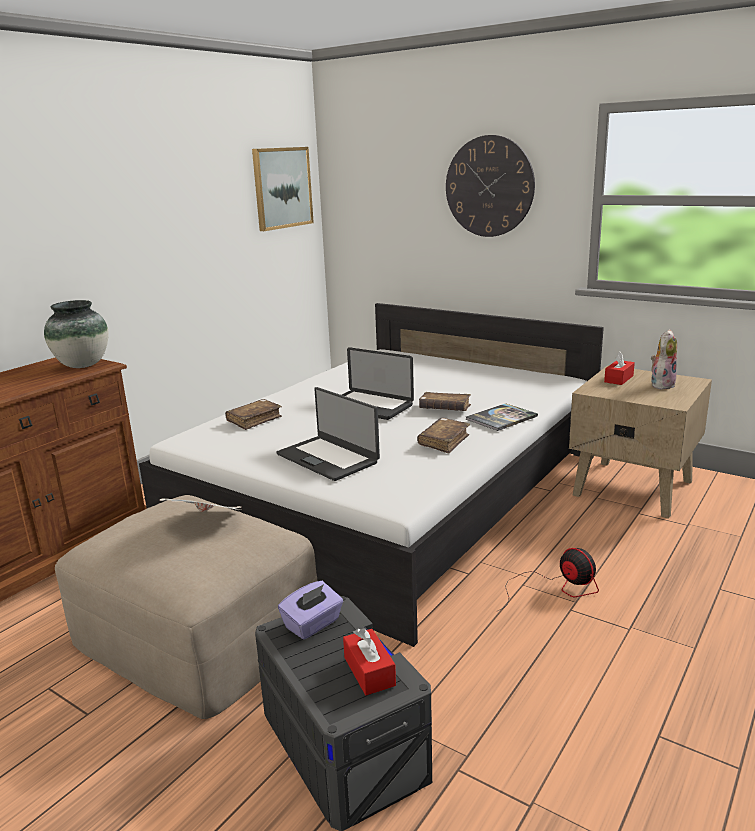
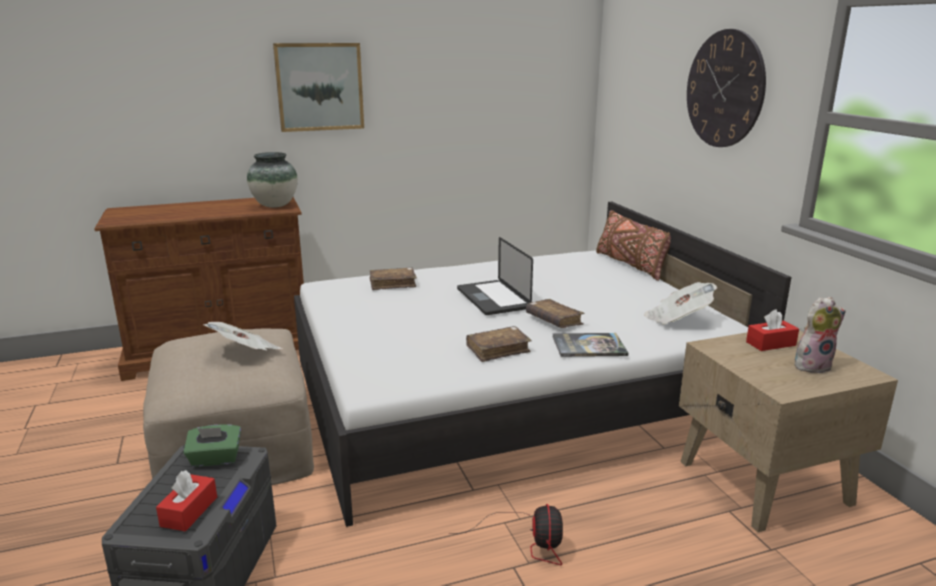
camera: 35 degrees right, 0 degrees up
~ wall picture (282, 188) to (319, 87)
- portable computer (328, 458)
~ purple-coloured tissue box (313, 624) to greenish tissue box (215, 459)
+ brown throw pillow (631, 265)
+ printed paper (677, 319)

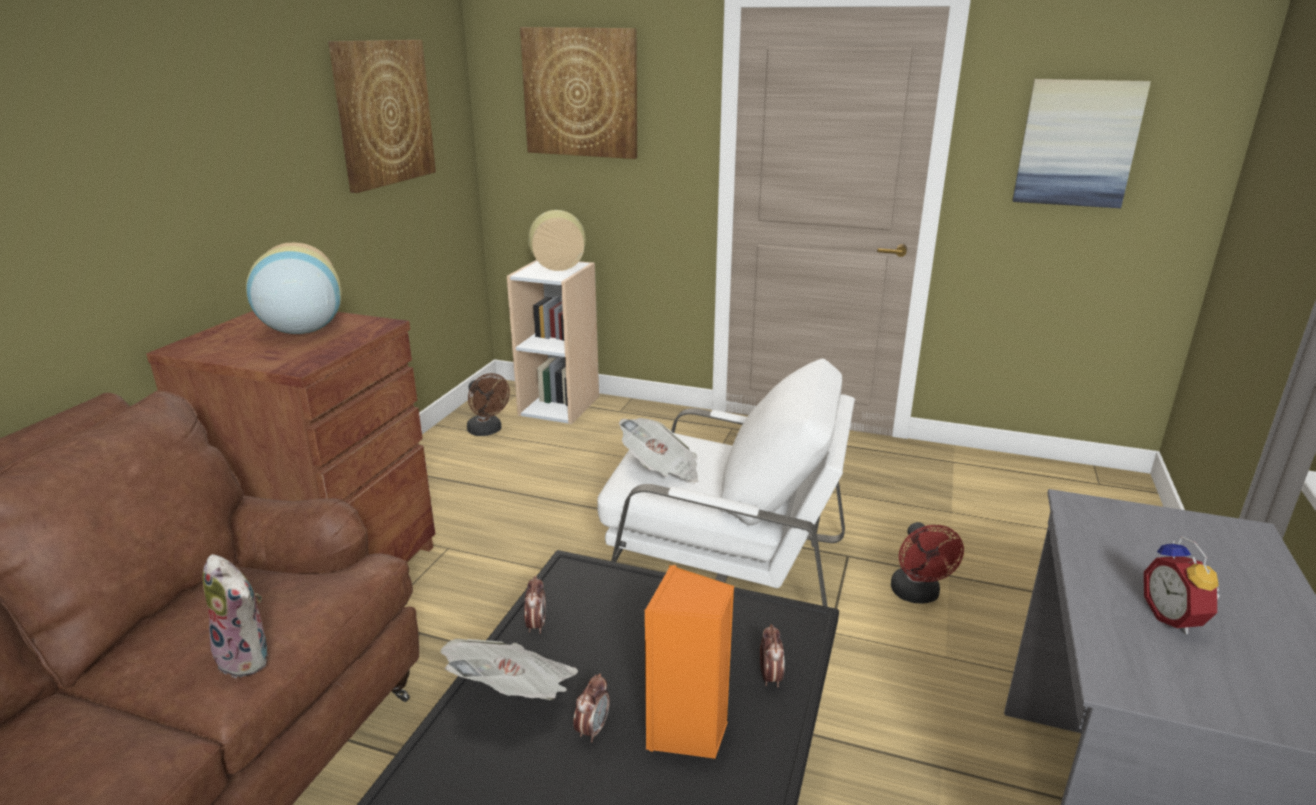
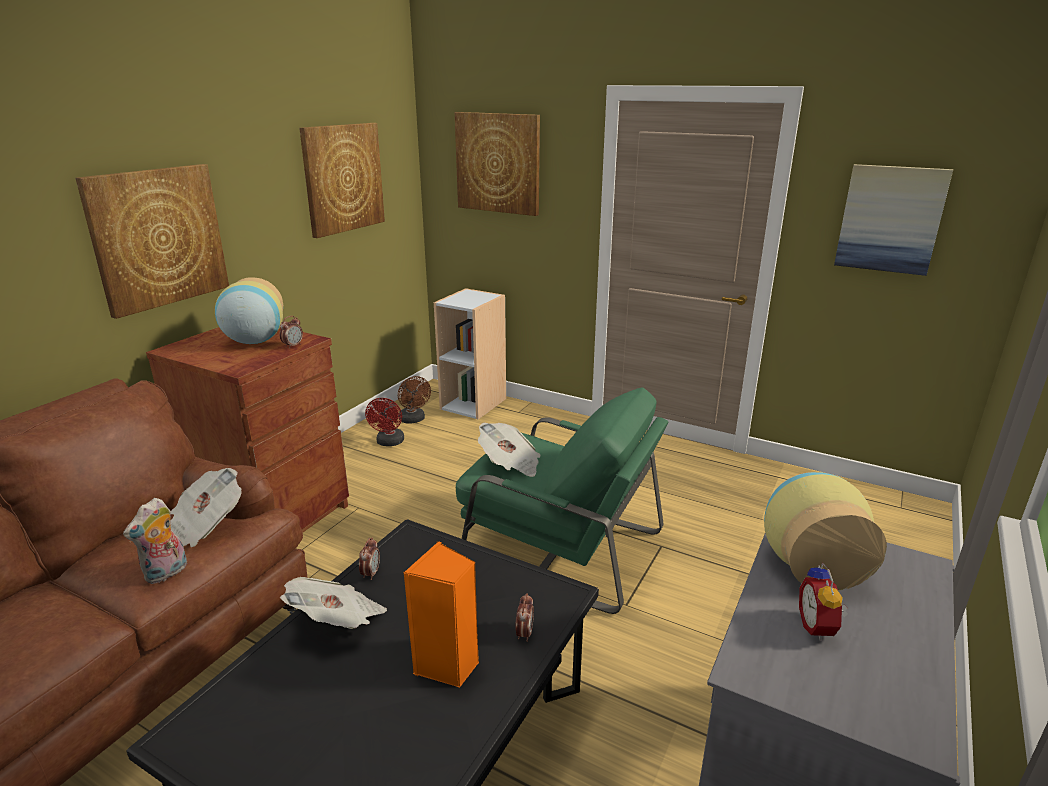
camera: 10 degrees right, 0 degrees up
~ vase (558, 266) to (809, 564)
~ white-coloured easy chair (725, 570) to greenish easy chair (560, 546)
~ red-coloured electric fan (917, 595) to (389, 443)
~ plush toy (248, 657) = (166, 573) 75 degrees clockwise
~ alarm clock (592, 729) to (293, 346)
+ wall picture (158, 237)
+ printed paper (203, 526)

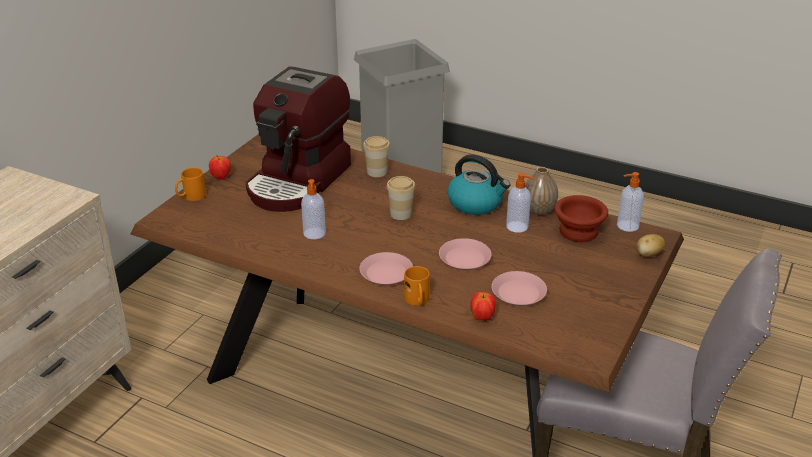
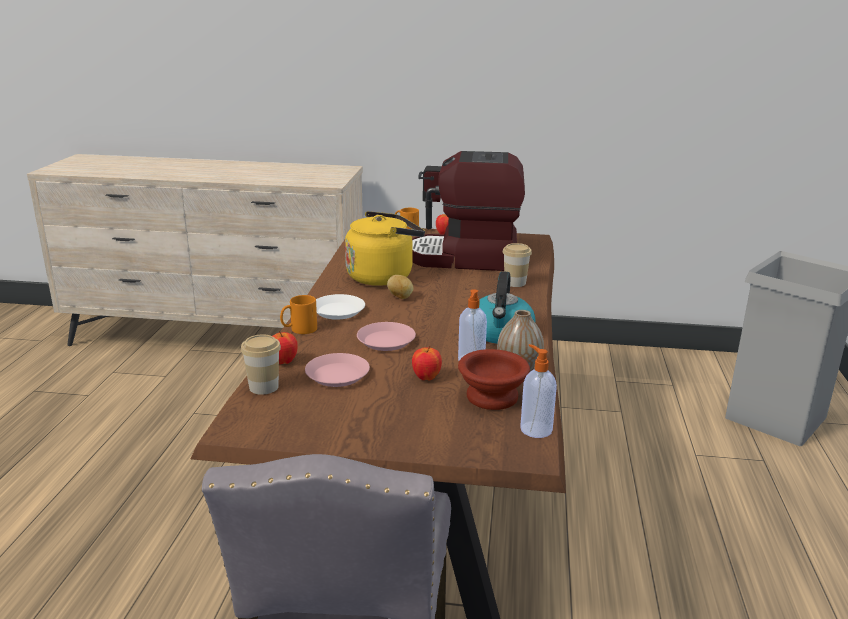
camera: 70 degrees right, 10 degrees down
~ cup (401, 214) to (264, 387)
~ liquid soap bottle (314, 234) to yellow water kettle (383, 276)
~ spud (648, 255) to (401, 297)
~ pink-coloured dinner plate (386, 273) to white-coloured dinner plate (338, 311)
+ apple fruit (426, 378)

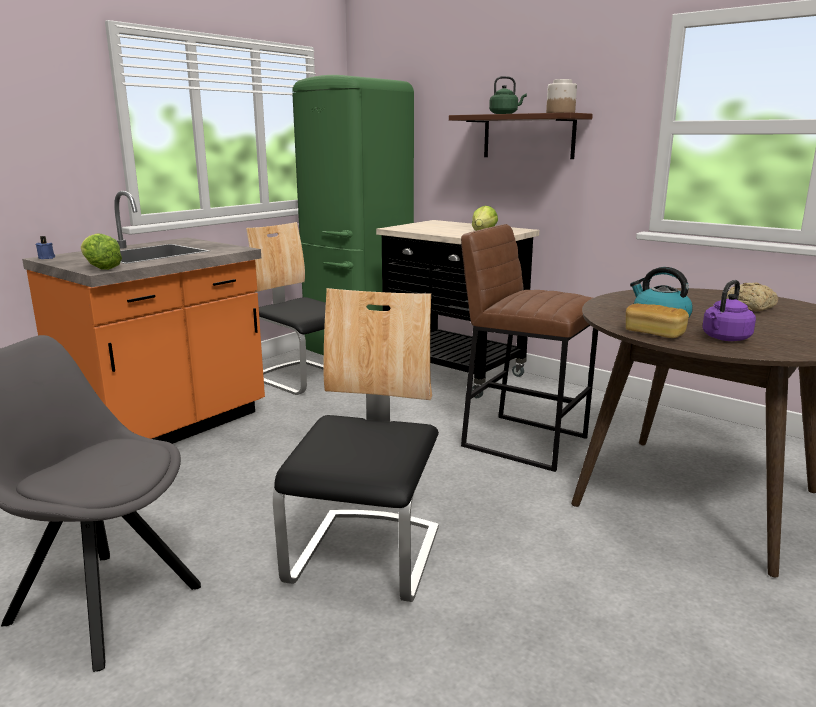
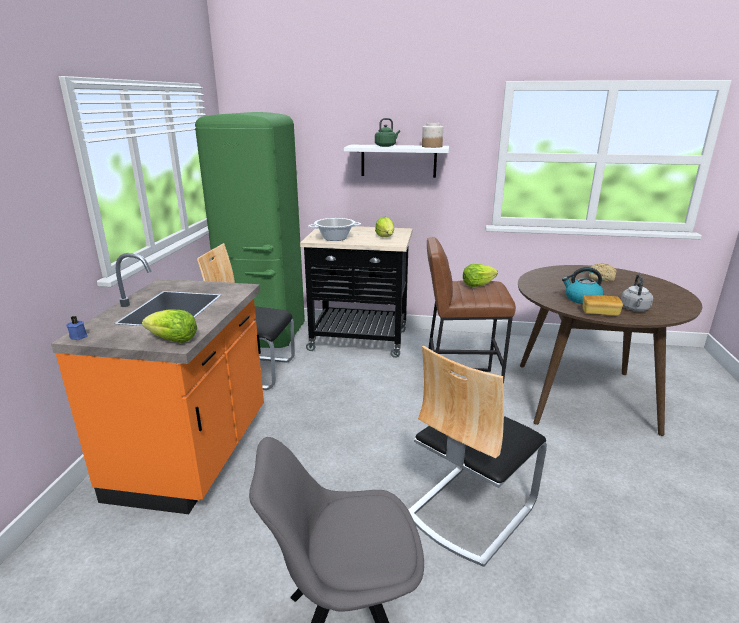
camera: 30 degrees left, 5 degrees up
~ brown bracket shelf (528, 136) to white-coloured bracket shelf (398, 161)
~ purple-coloured water kettle (724, 338) to grey water kettle (634, 309)
~ upright chair (367, 556) = (470, 509) 120 degrees counterclockwise
+ stockpot (335, 238)
+ head of lettuce (477, 285)

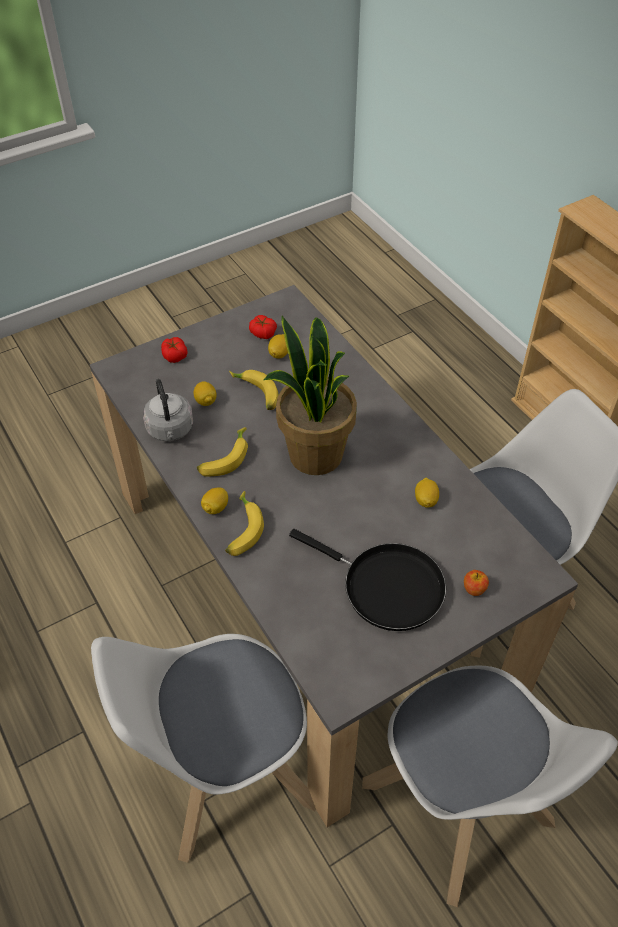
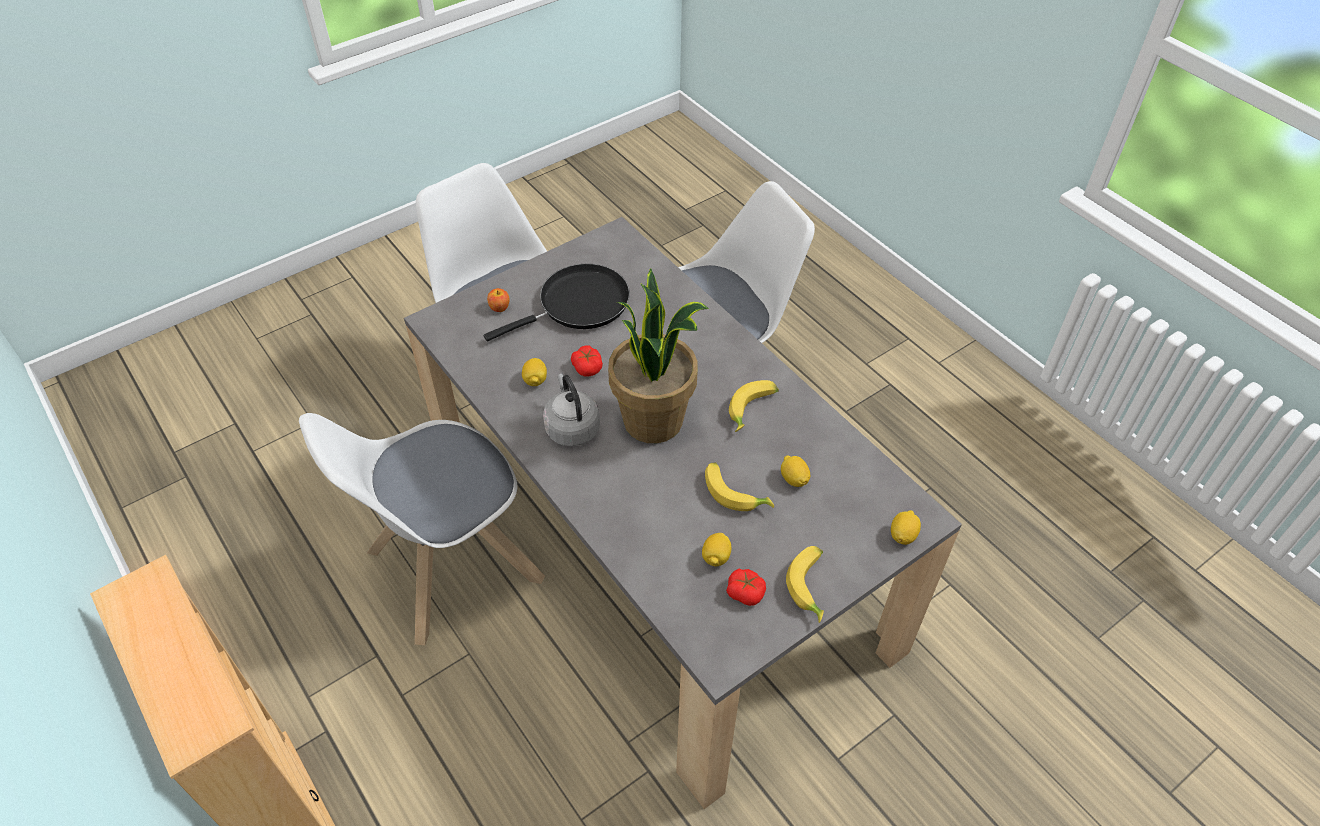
camera: 175 degrees right, 0 degrees up
~ fresh tomato (174, 355) to (587, 367)
~ grey water kettle (170, 430) to (571, 427)
~ whole lemon (215, 508) to (903, 535)
~ whole banana (241, 530) to (811, 587)
~ blackish skillet (386, 587) = (578, 304) 120 degrees clockwise

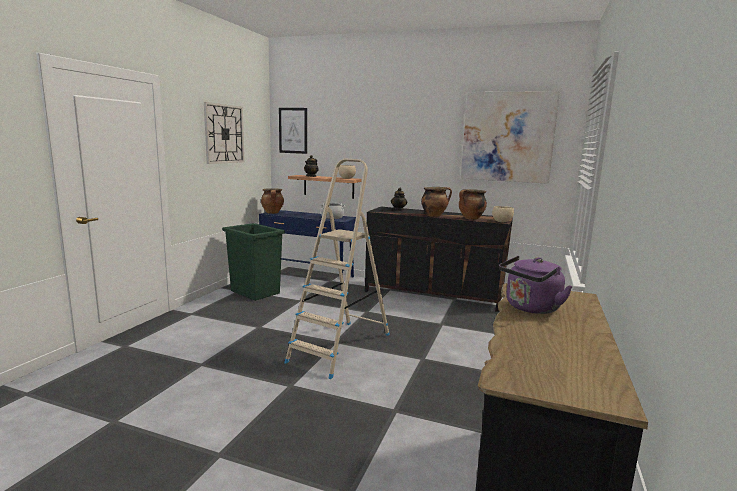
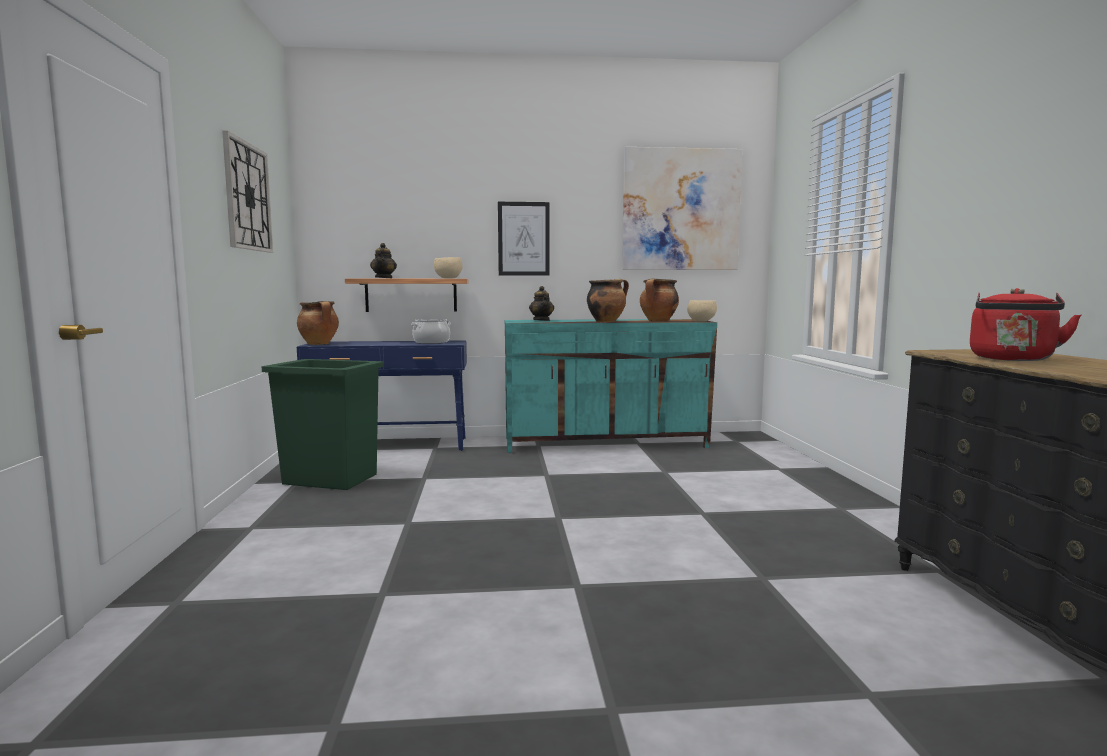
camera: 25 degrees left, 5 degrees down
~ wall picture (293, 130) to (523, 239)
- sand-coloured step stool (340, 348)
~ blackish storage cabinet (433, 295) to turquoise storage cabinet (606, 443)
~ purple-coloured water kettle (530, 308) to red-coloured water kettle (1012, 359)

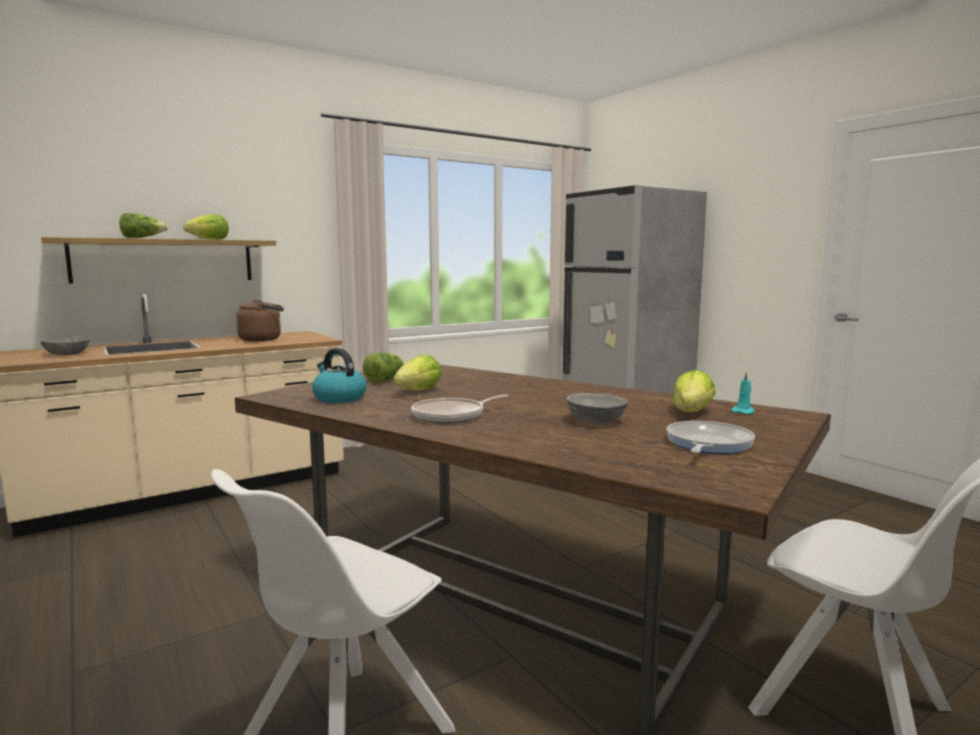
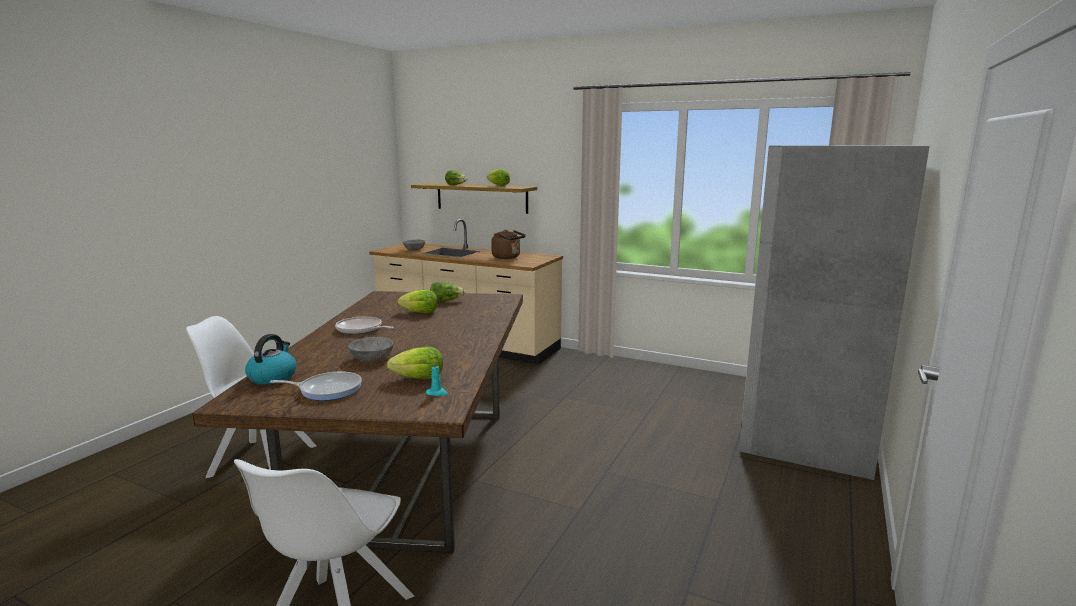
camera: 60 degrees right, 5 degrees up
~ water kettle (339, 398) to (273, 377)

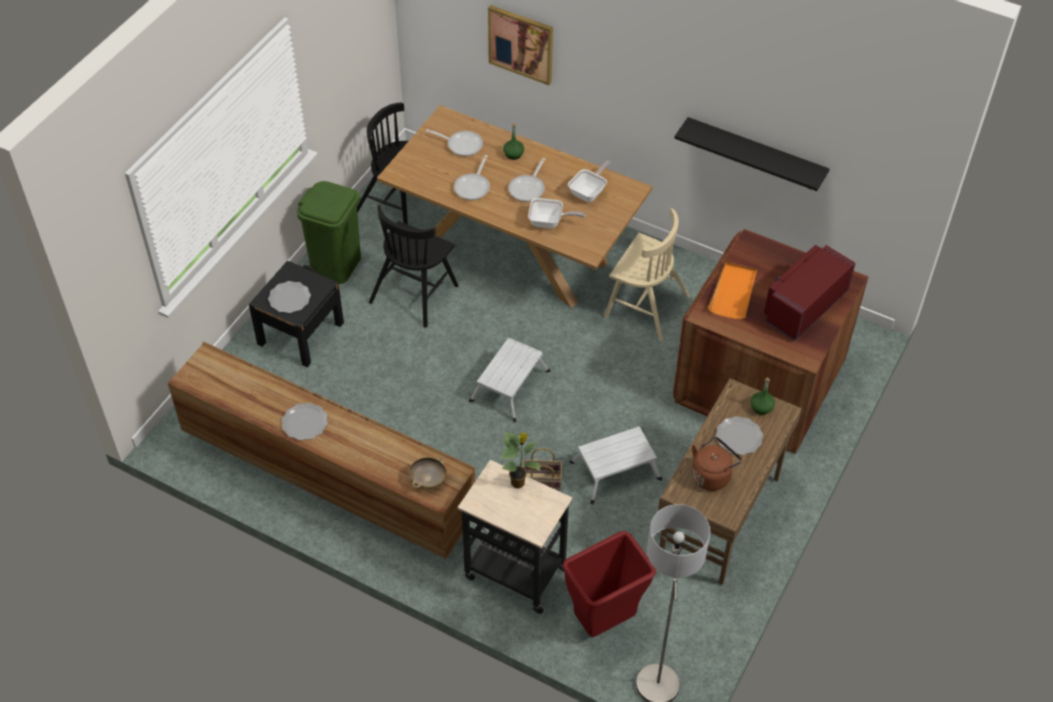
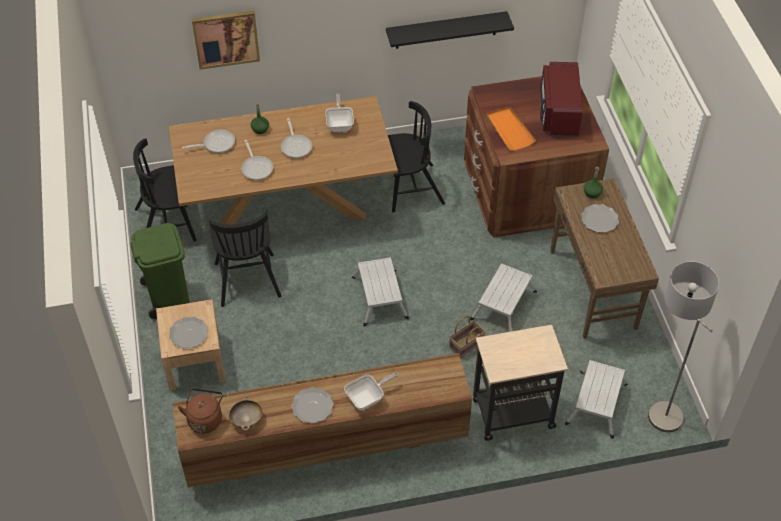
camera: 40 degrees left, 0 degrees up
~ skillet (549, 222) to (368, 398)
~ sand-coloured upright chair (642, 304) to blackish upright chair (408, 188)
~ blackish nightstand (300, 333) to sand-coloured nightstand (194, 361)
- potted plant (518, 483)
~ brown water kettle (712, 475) to (205, 419)
~ sand-coloured serving bowl (428, 480) to (247, 420)
~ red-coloured waste bin (603, 622) to white-coloured step stool (596, 404)

